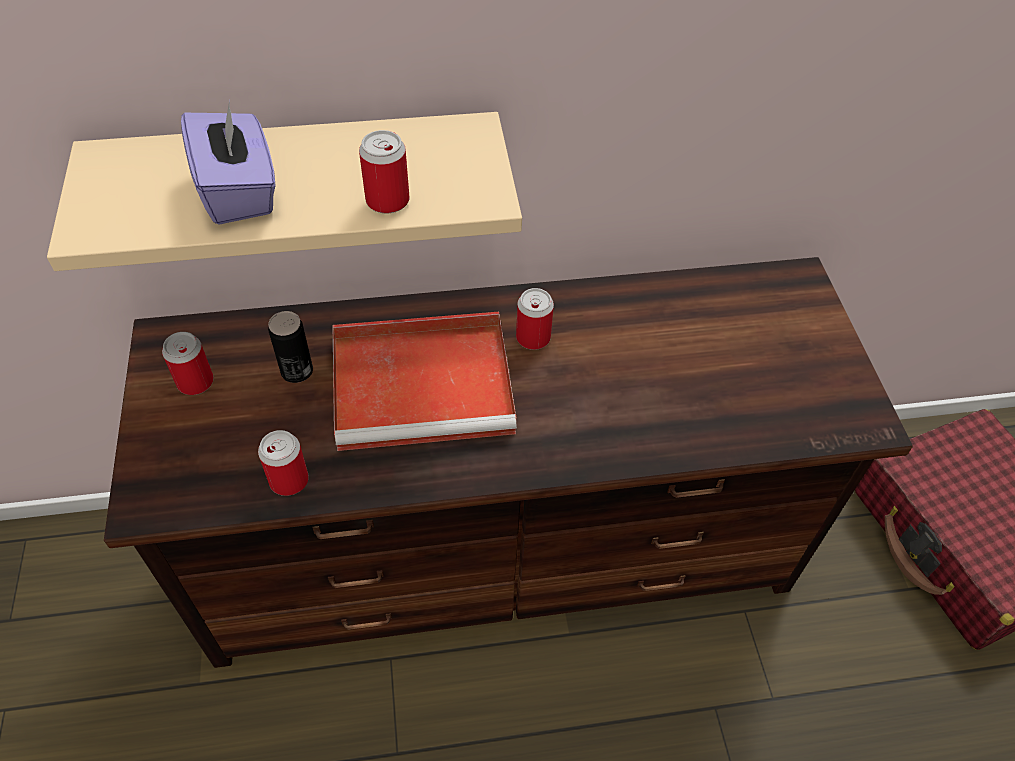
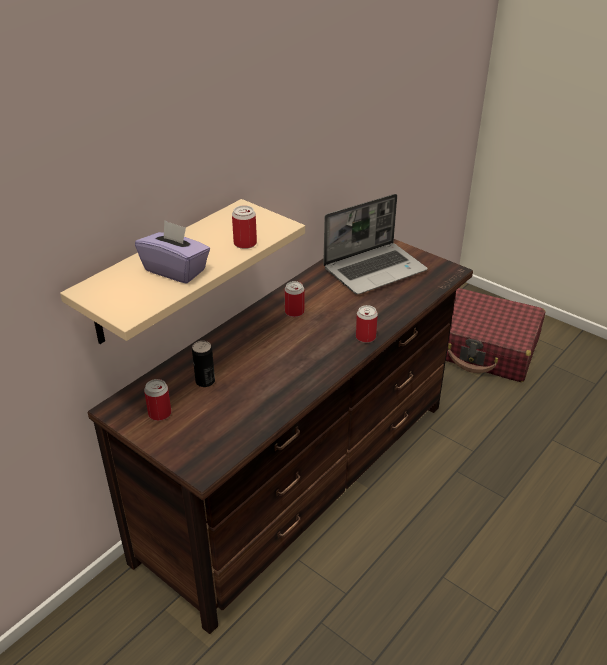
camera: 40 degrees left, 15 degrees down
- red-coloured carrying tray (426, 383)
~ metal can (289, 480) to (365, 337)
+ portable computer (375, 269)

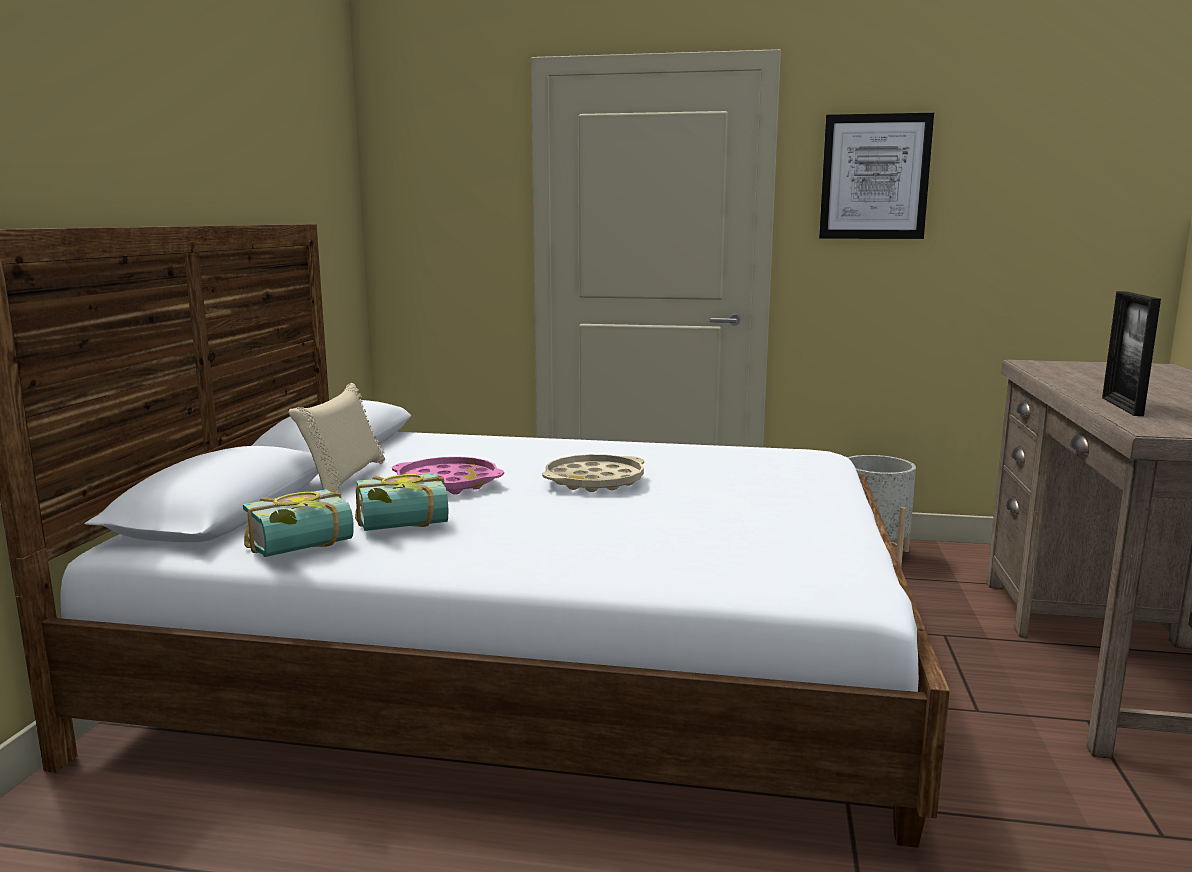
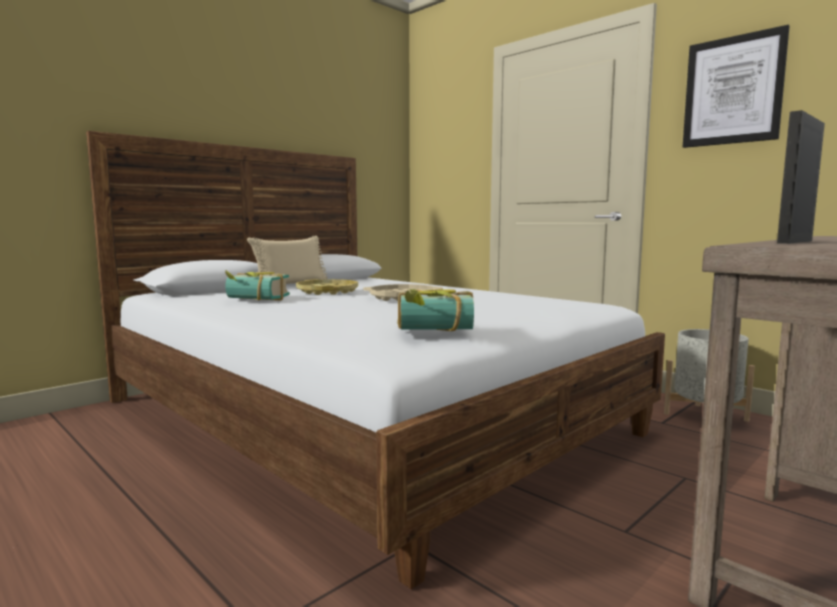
camera: 35 degrees right, 5 degrees down
~ pink-coloured carrying tray (448, 484) to yellow carrying tray (327, 292)
~ bound book (303, 549) to (435, 331)

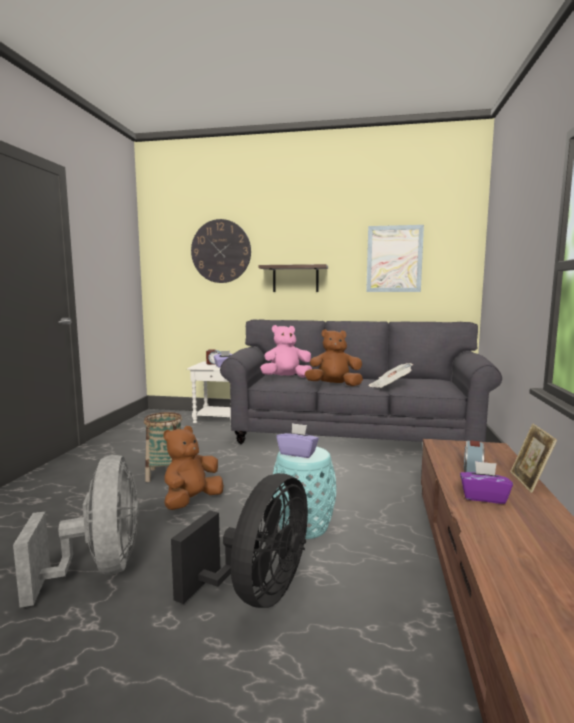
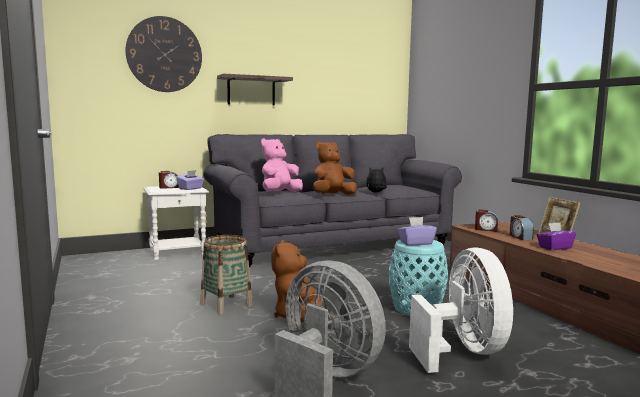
camera: 35 degrees left, 0 degrees up
- wall picture (394, 259)
~ printed paper (390, 387) to plush toy (376, 192)
~ blackish electric fan (257, 592) to white-coloured electric fan (463, 351)
+ alarm clock (486, 229)

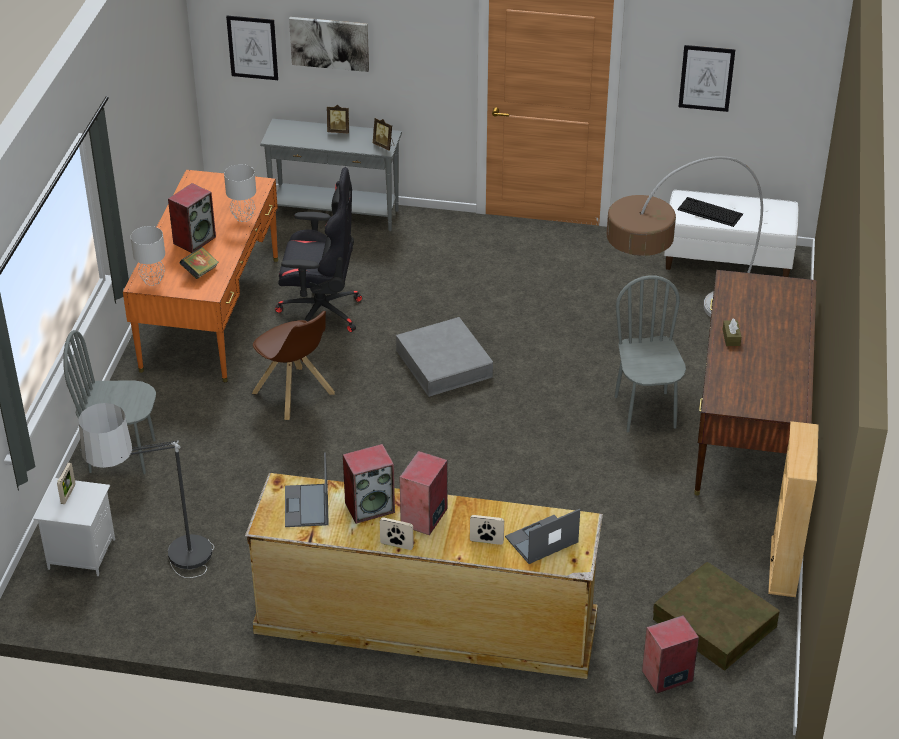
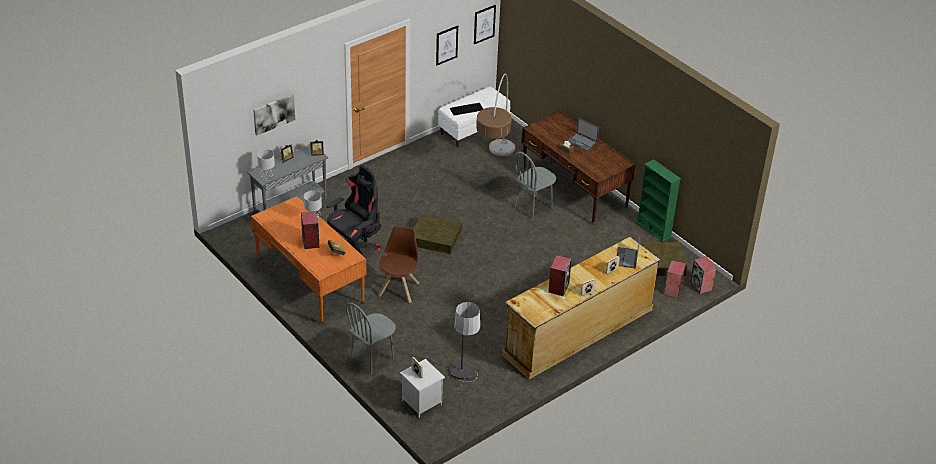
camera: 50 degrees left, 0 degrees up
~ wall picture (252, 47) to (484, 24)
~ grey tabletop lamp (152, 280) to (267, 178)
~ grey upright chair (646, 412) = (533, 207) 75 degrees counterclockwise
~ brown upright chair (294, 394) = (399, 288) 75 degrees counterclockwise
~ grey storage box (444, 363) to brown storage box (435, 238)
~ sand-coloured bookshelf (783, 566) to greenish bookshelf (653, 229)
~ audio speaker (424, 517) to (701, 286)
~ portable computer (307, 506) to (582, 142)

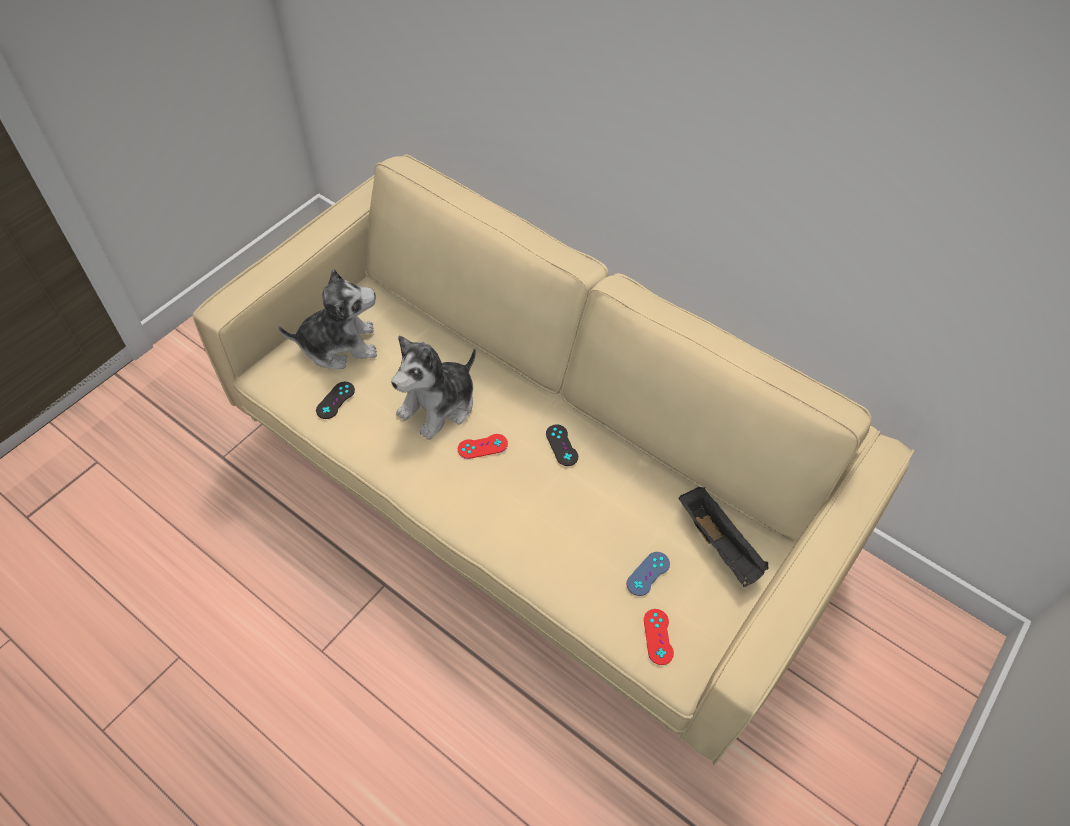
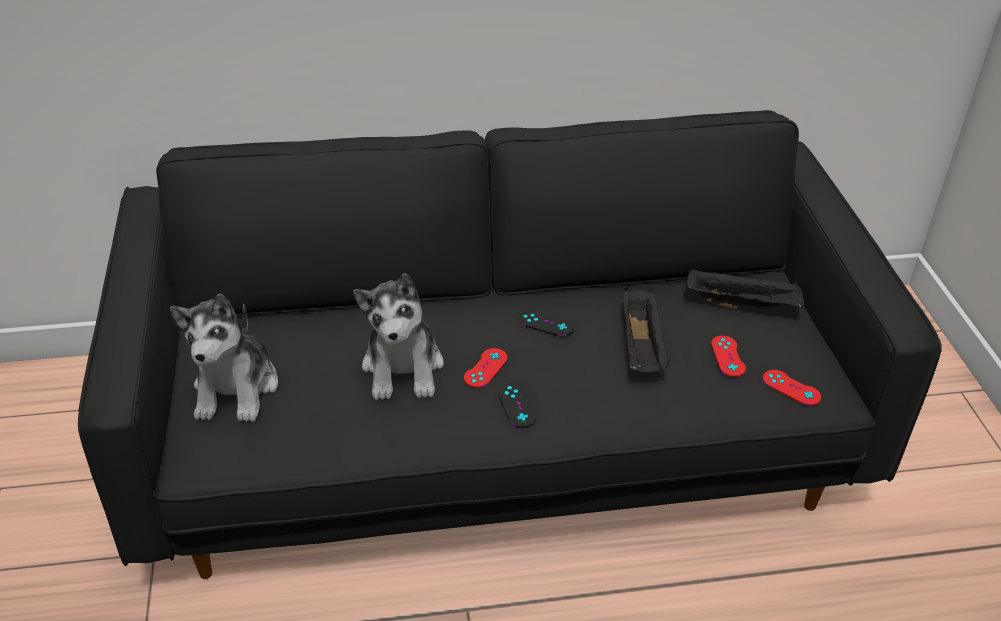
camera: 45 degrees left, 15 degrees down
~ sand-coloured couch (531, 492) to blackish couch (498, 437)
~ plush toy (339, 345) = (236, 388) 150 degrees clockwise
~ blackish game controller (335, 400) to (516, 405)
~ bluish game controller (648, 574) to red-coloured game controller (728, 356)
+ blackish carrying tray (642, 346)

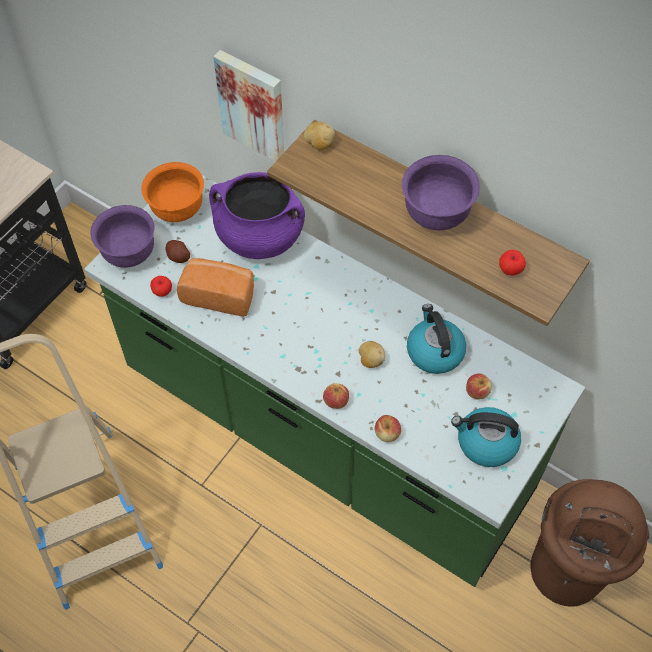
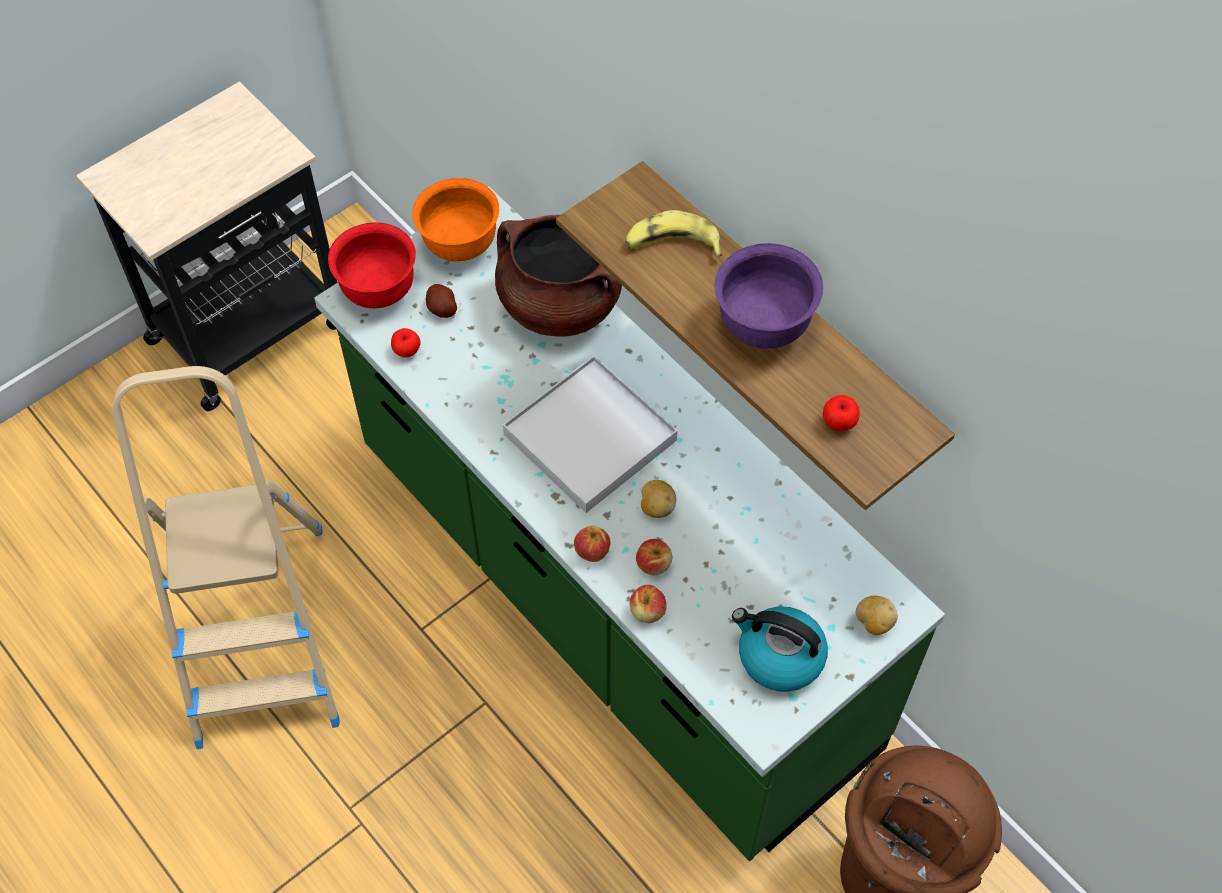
camera: 15 degrees right, 0 degrees up
- wall picture (253, 104)
~ spud (319, 144) to (873, 622)
~ purple-coloured stockpot (259, 237) to brown stockpot (558, 305)
~ purple-coloured serving bowl (129, 253) to red-coloured serving bowl (378, 289)
- bread (219, 294)
- water kettle (434, 351)
~ apple fruit (477, 391) to (654, 564)
+ whole banana (671, 244)
+ white-coloured carrying tray (589, 437)

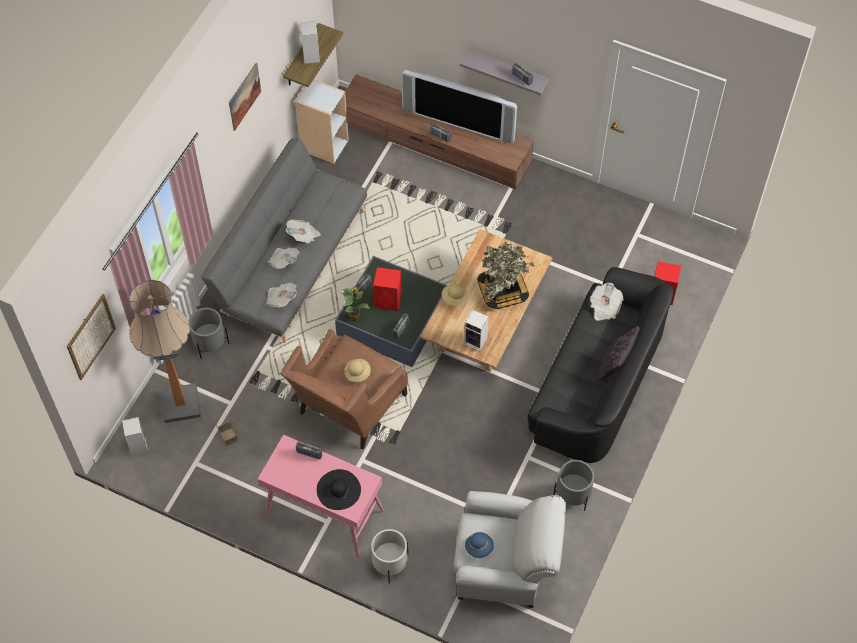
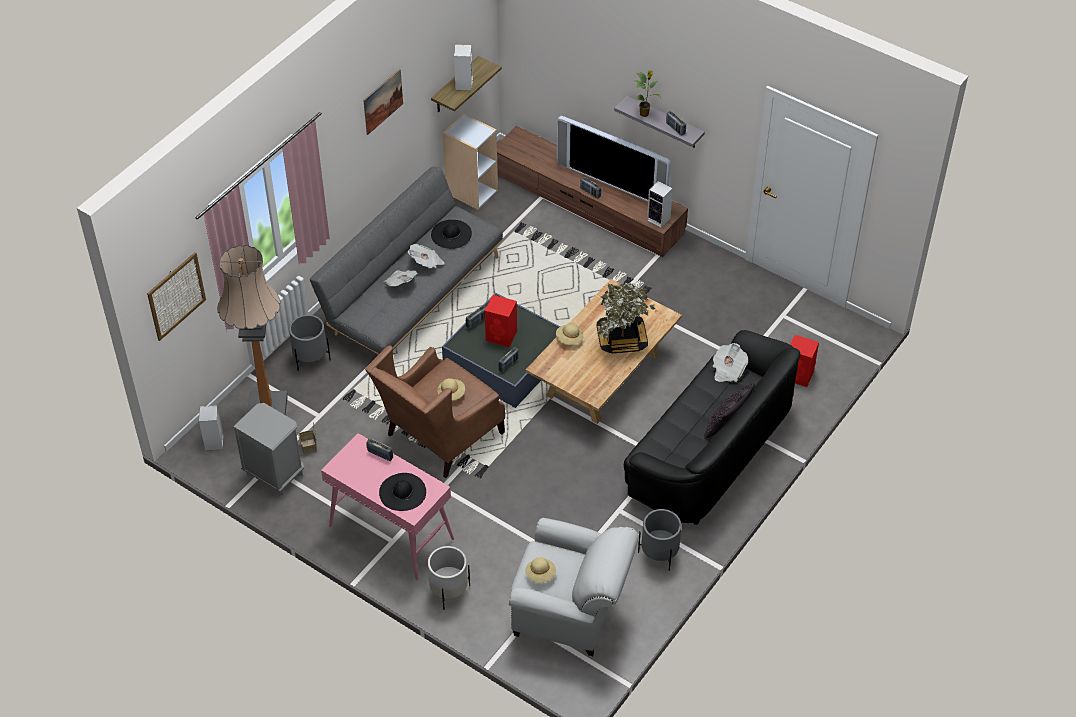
camera: 10 degrees right, 10 degrees down
- printed paper (281, 299)
~ potted plant (355, 317) to (645, 114)
~ audio speaker (476, 341) to (659, 220)
~ bluish hat (479, 547) to sand-coloured hat (540, 575)
+ blackish hat (451, 234)
+ grey nightstand (274, 474)

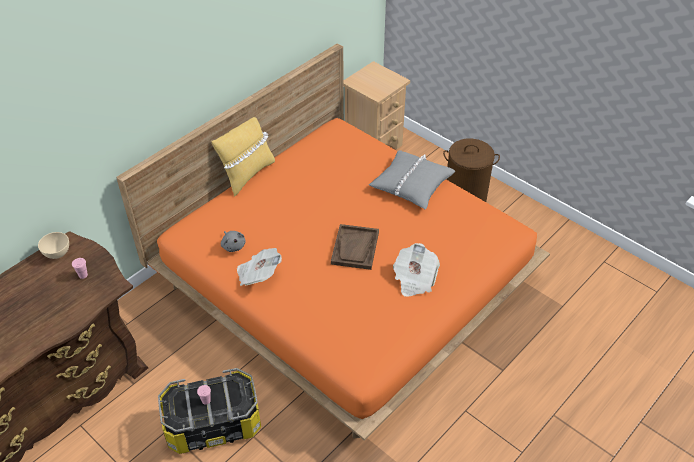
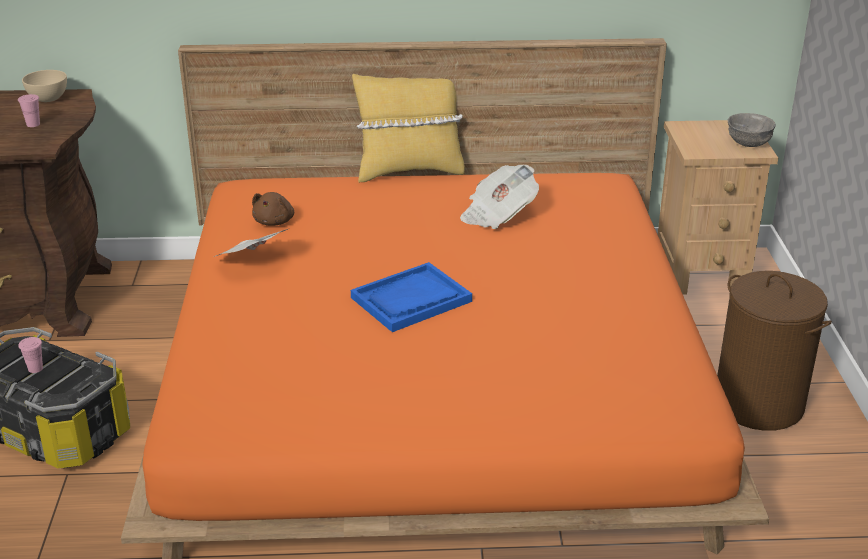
camera: 45 degrees right, 15 degrees down
- grey throw pillow (411, 184)
~ brown carrying tray (355, 248) to bluish carrying tray (411, 300)
~ grey plush toy (233, 245) to brown plush toy (275, 221)
~ printed paper (414, 279) to (497, 215)
+ grey serving bowl (749, 142)

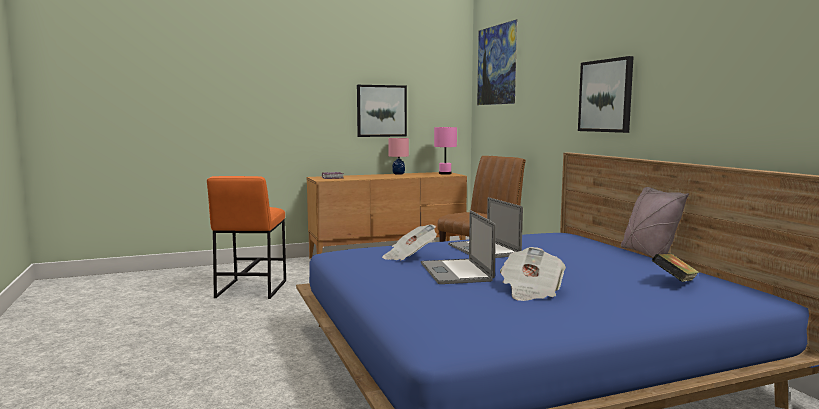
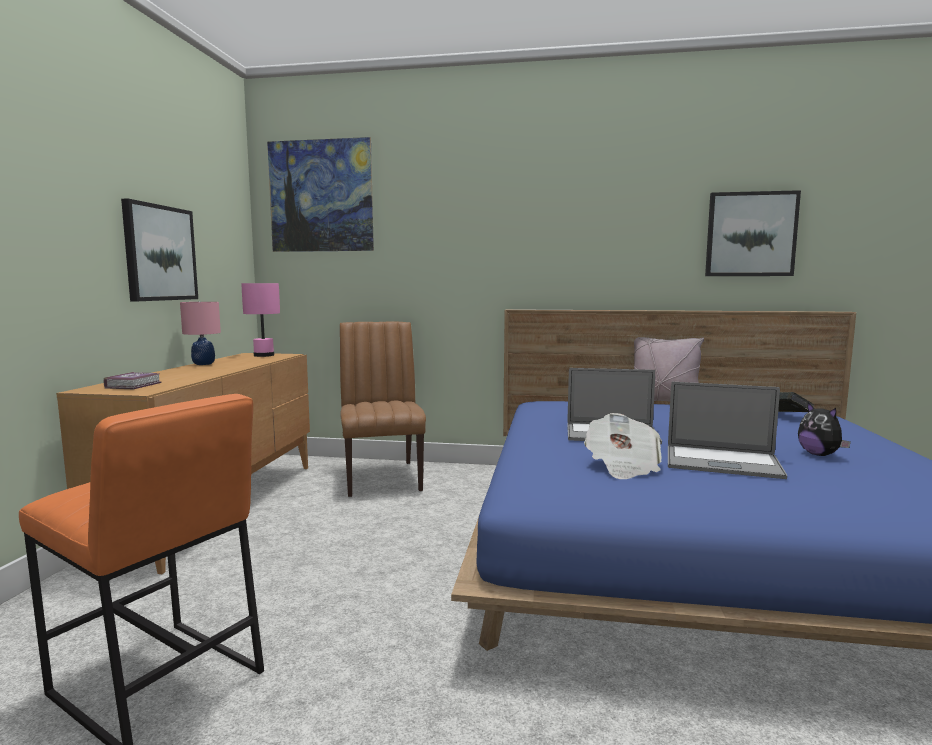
camera: 60 degrees left, 0 degrees up
~ wall picture (606, 96) to (750, 234)
~ printed paper (530, 291) to plush toy (819, 454)

